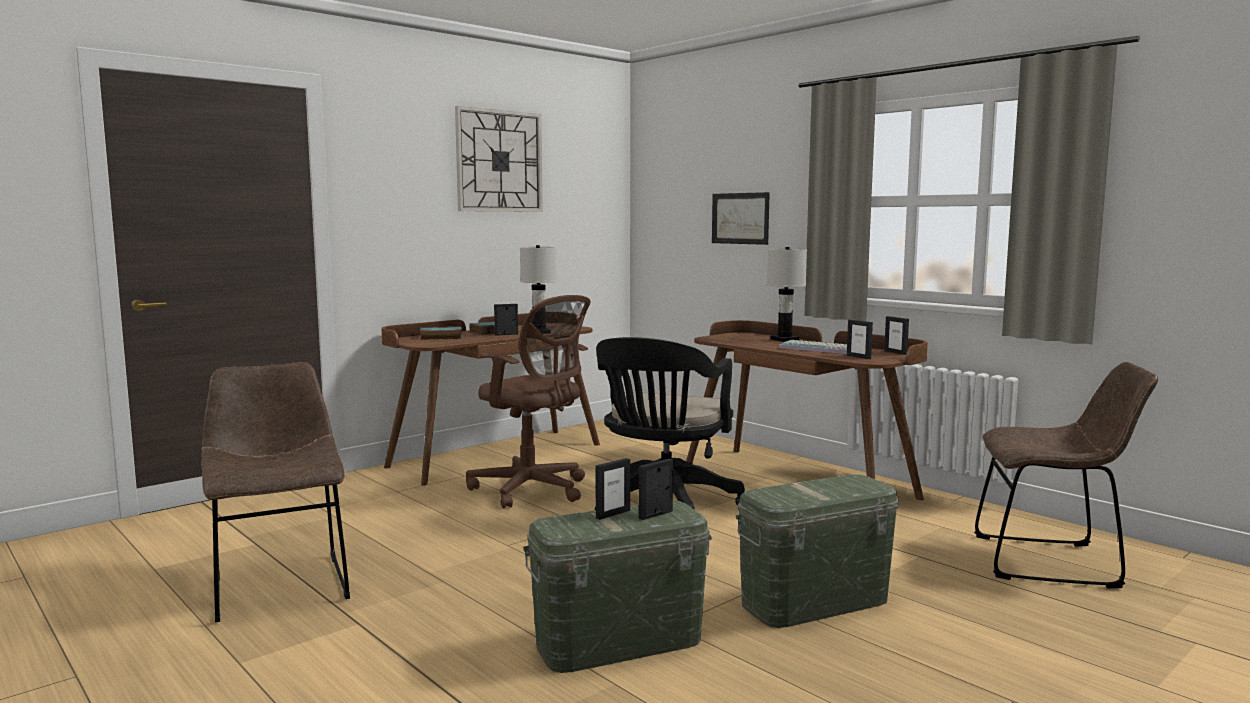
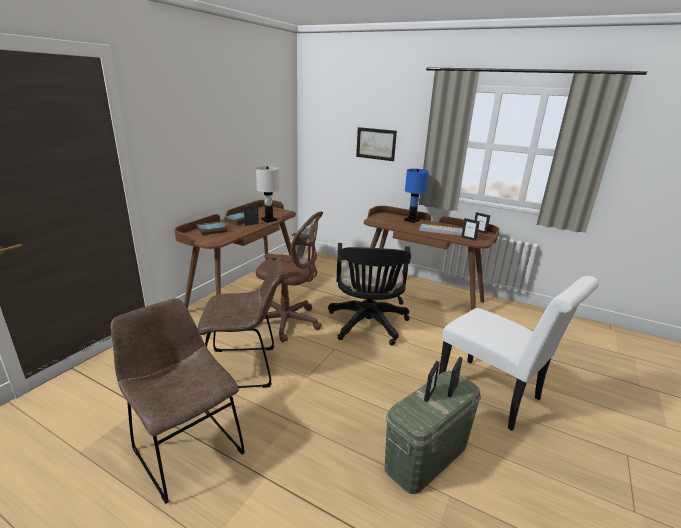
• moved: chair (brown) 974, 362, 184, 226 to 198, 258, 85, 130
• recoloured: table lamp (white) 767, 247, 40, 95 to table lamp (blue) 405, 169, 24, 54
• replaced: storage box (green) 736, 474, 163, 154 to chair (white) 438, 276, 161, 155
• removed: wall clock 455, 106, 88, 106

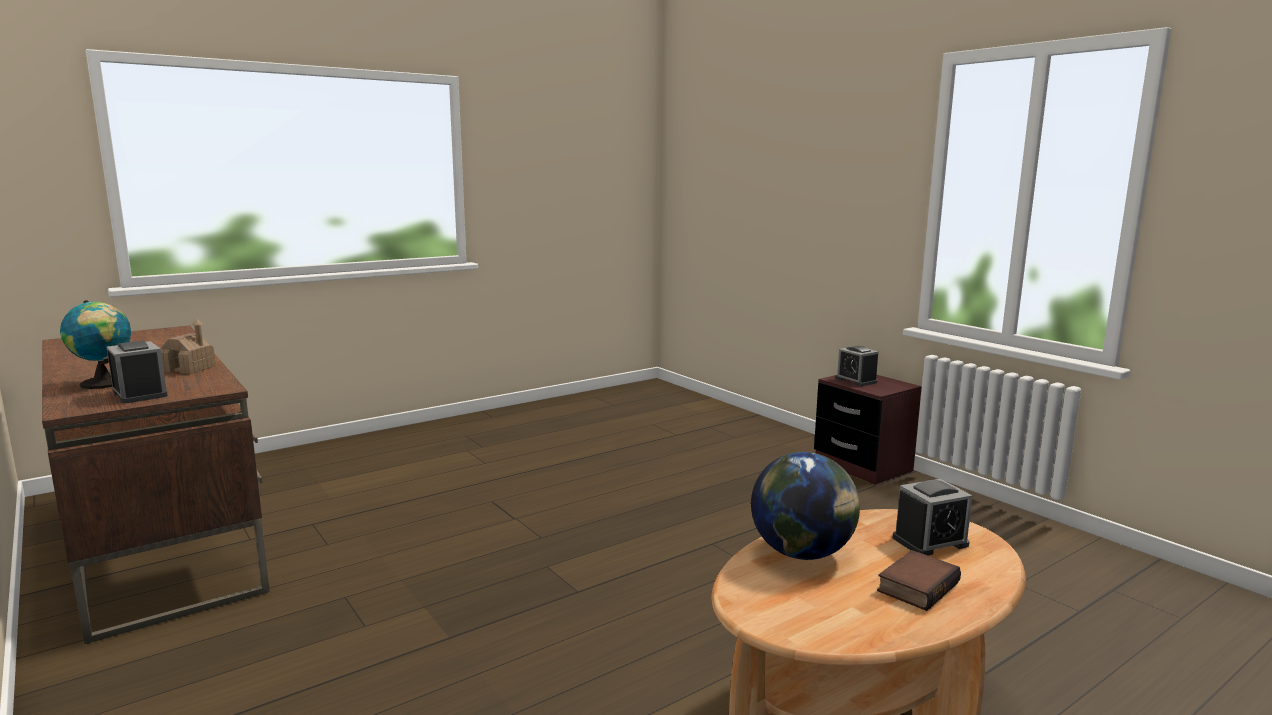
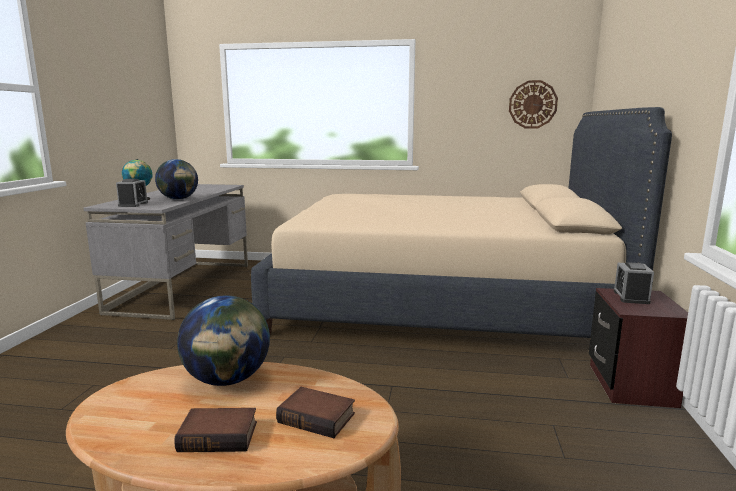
• recoloured: desk (brown) 42, 326, 228, 318 to desk (grey) 84, 184, 164, 136
• replaced: toy house 161, 318, 55, 56 to globe 155, 159, 43, 41
• added: bed (beige) 251, 107, 421, 231
• replaced: alarm clock 893, 479, 80, 77 to book 276, 387, 79, 51
• added: wall clock 509, 80, 49, 49

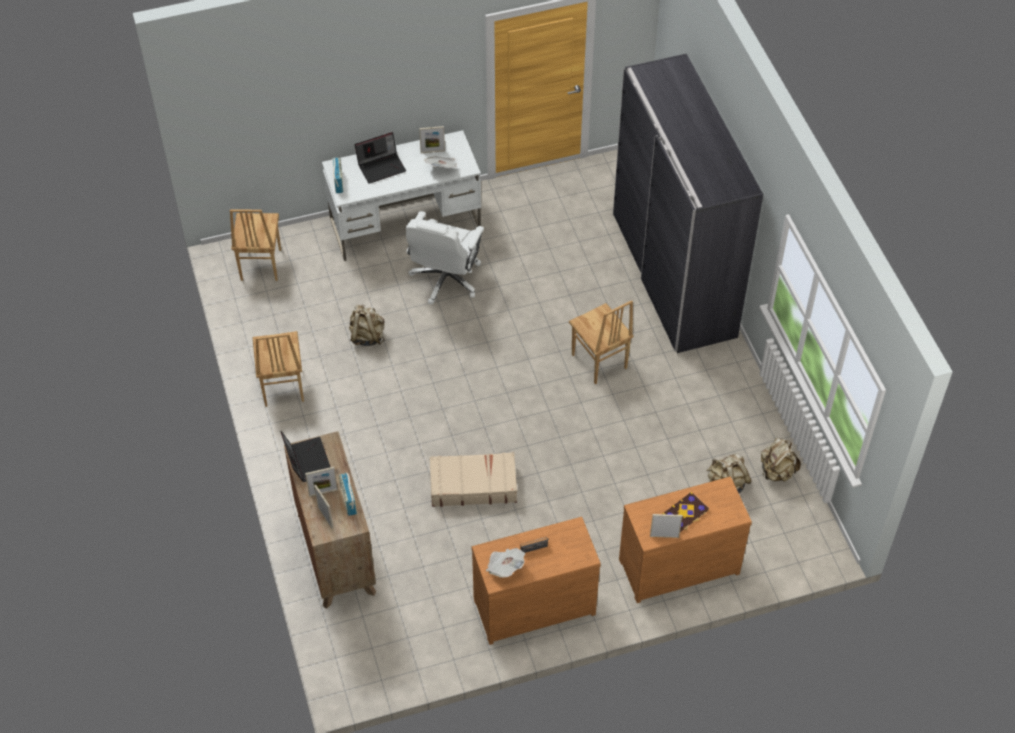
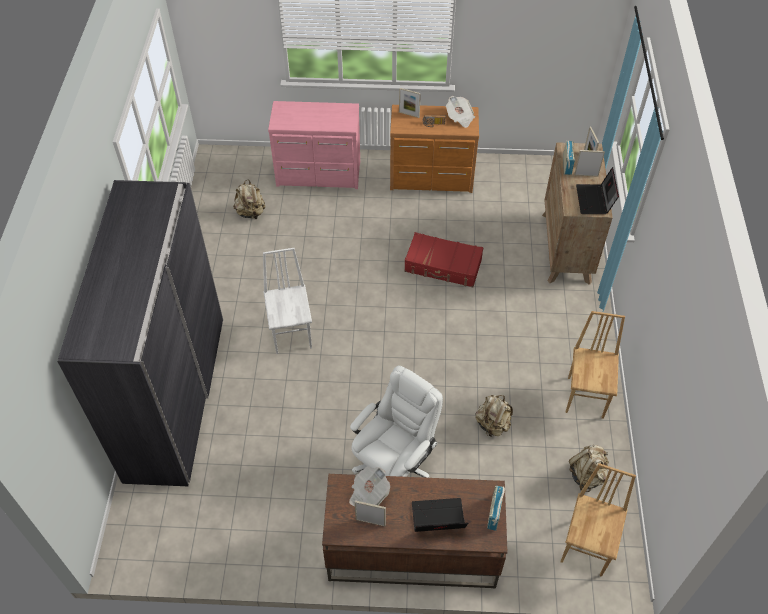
• recoloured: chair (brown) 569, 300, 64, 84 to chair (white) 263, 248, 49, 106
• recoloured: dresser (brown) 619, 476, 133, 127 to dresser (pink) 268, 101, 92, 88
• recoloured: desk (white) 322, 130, 159, 131 to desk (brown) 322, 474, 185, 115
• moved: picture frame 650, 514, 32, 24 to 399, 88, 22, 30
• recoloured: suitcase (beige) 430, 452, 87, 55 to suitcase (red) 404, 232, 79, 55
• moved: backpack (beige) 761, 438, 40, 43 to 569, 445, 40, 47
• removed: book 662, 492, 47, 40

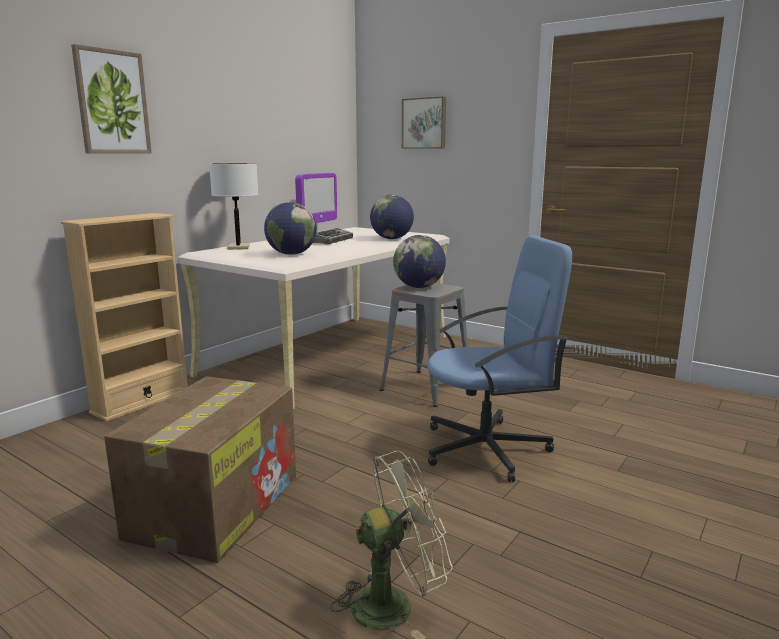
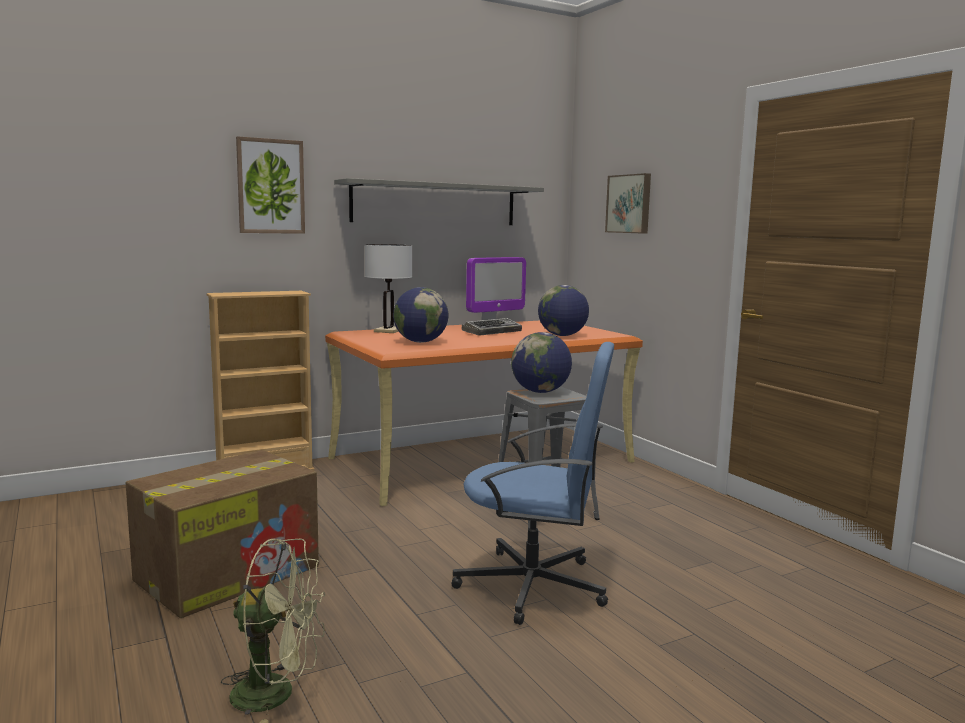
• recoloured: desk (beige) 178, 227, 272, 182 to desk (orange) 325, 321, 318, 185
• added: shelf (grey) 334, 178, 210, 47

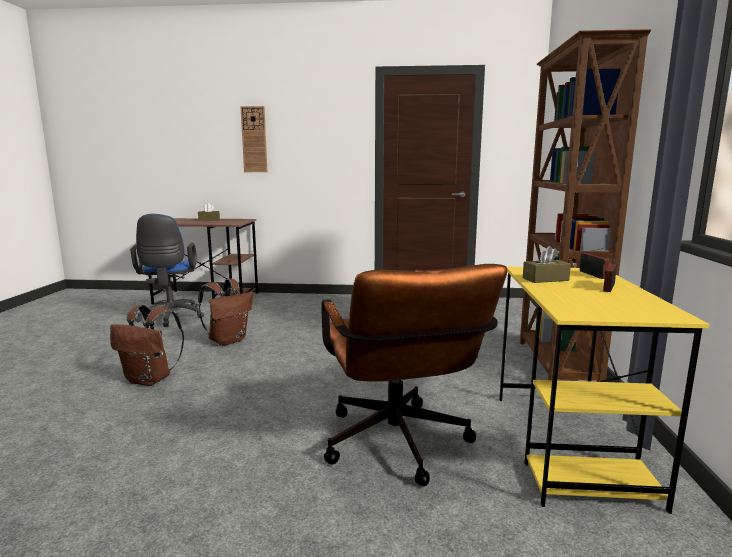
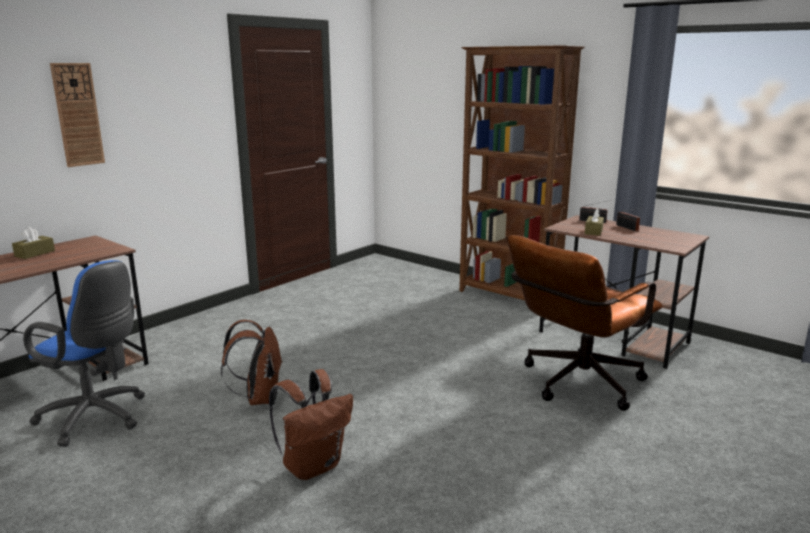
• turned: office chair (brown) 321, 264, 186, 222 = 507, 235, 155, 176 120 degrees clockwise
• recoloured: desk (yellow) 499, 267, 211, 247 to desk (brown) 539, 215, 170, 154

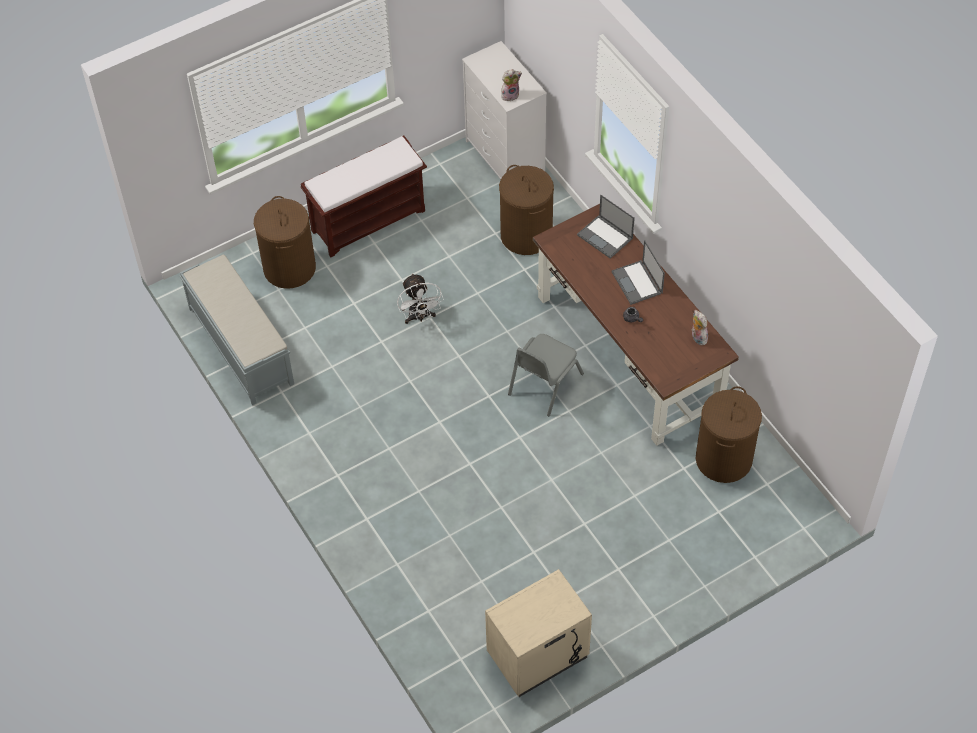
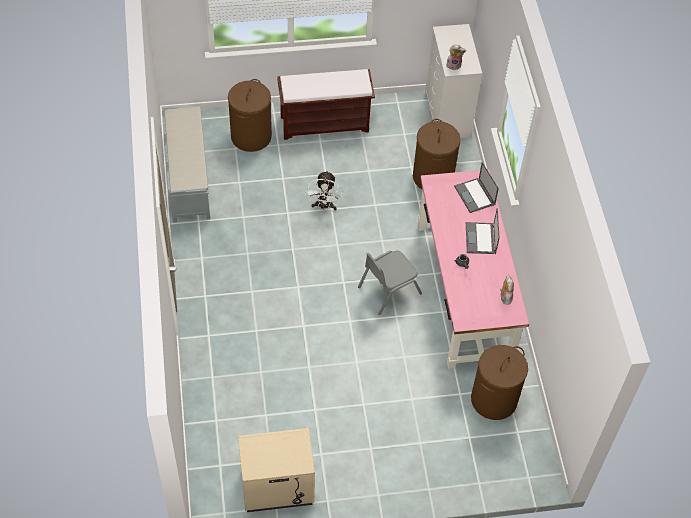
• recoloured: desk (brown) 533, 204, 206, 242 to desk (pink) 418, 169, 111, 200

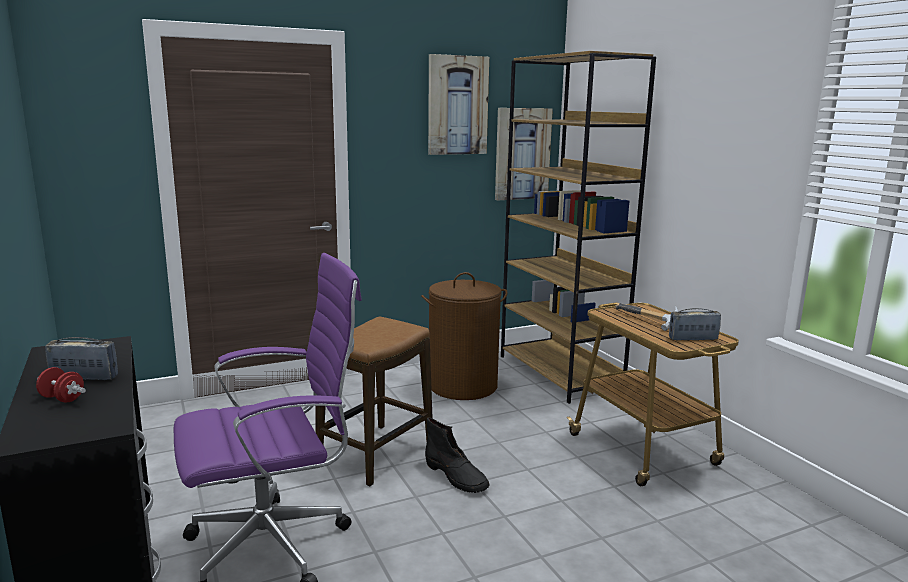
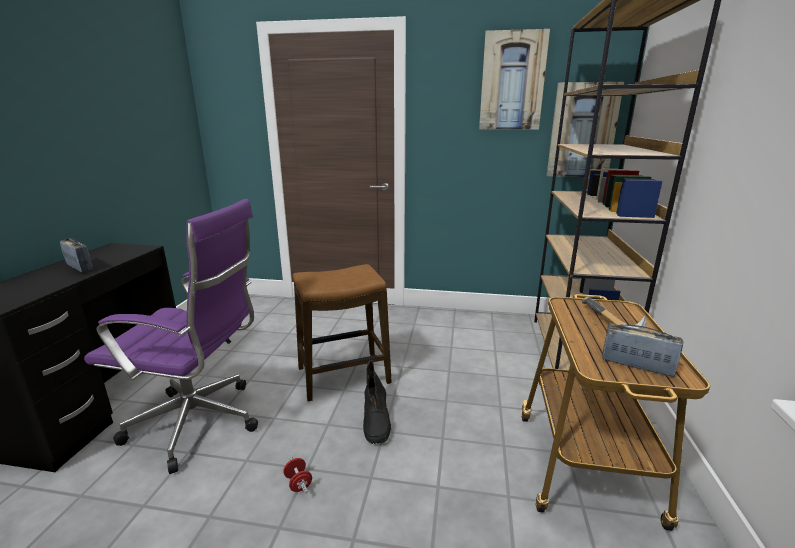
• moved: dumbbell (red) 36, 367, 50, 36 to 283, 457, 29, 37
• removed: laundry basket (brown) 421, 272, 86, 128

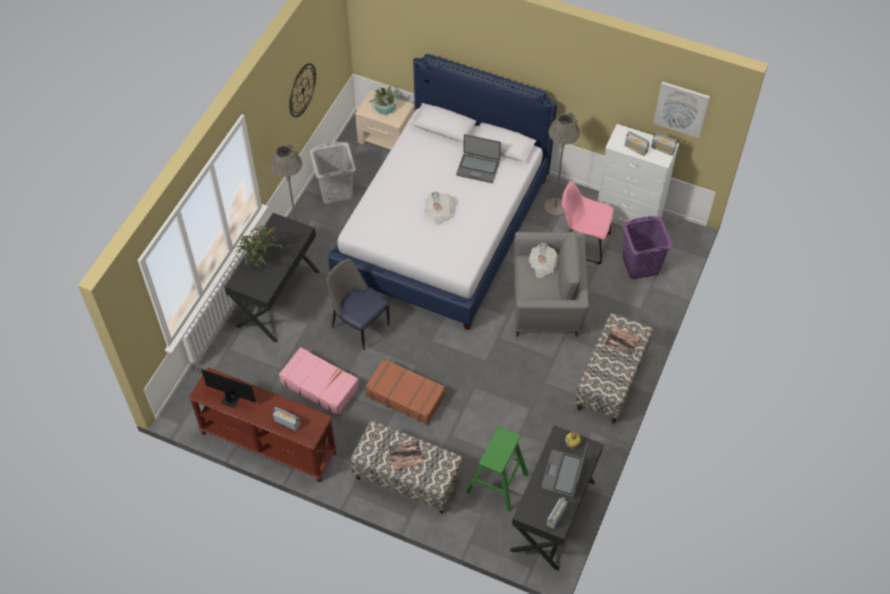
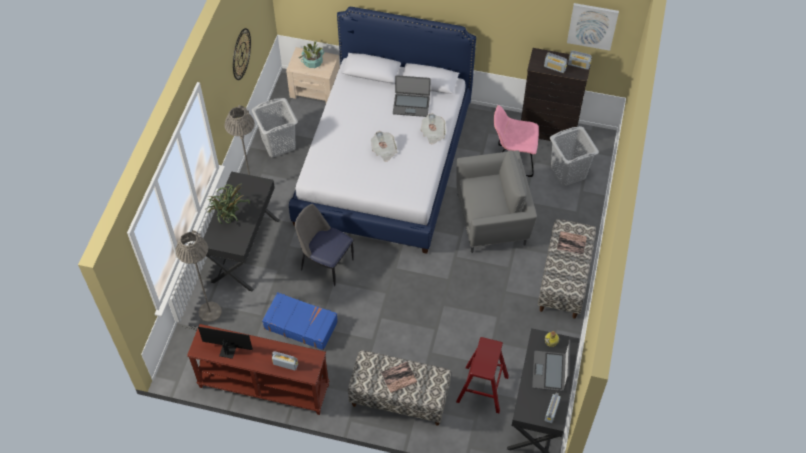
• moved: floor lamp (grey) 544, 112, 36, 104 to 175, 230, 47, 92
• recoloured: suitcase (pink) 278, 347, 81, 69 to suitcase (blue) 262, 292, 76, 59
• moved: newspaper 529, 243, 28, 35 to 420, 113, 26, 31
• recoloured: stool (green) 466, 426, 62, 86 to stool (red) 456, 337, 53, 76
• recoloured: dresser (white) 598, 124, 81, 102 to dresser (black) 521, 48, 71, 93
• recoloured: laundry basket (purple) 622, 216, 51, 63 to laundry basket (grey) 550, 126, 49, 60
• removed: suitcase (brown) 365, 358, 81, 67

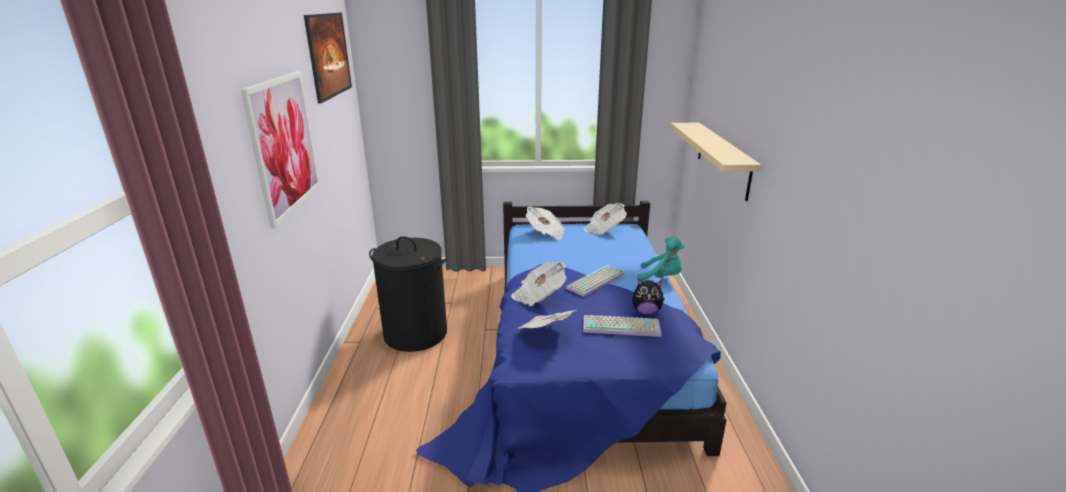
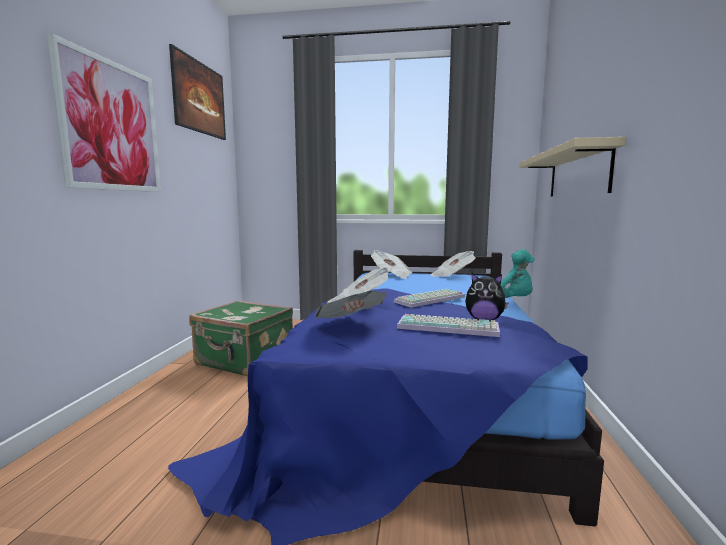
• replaced: laundry basket (black) 369, 236, 79, 116 to suitcase (green) 189, 300, 104, 77

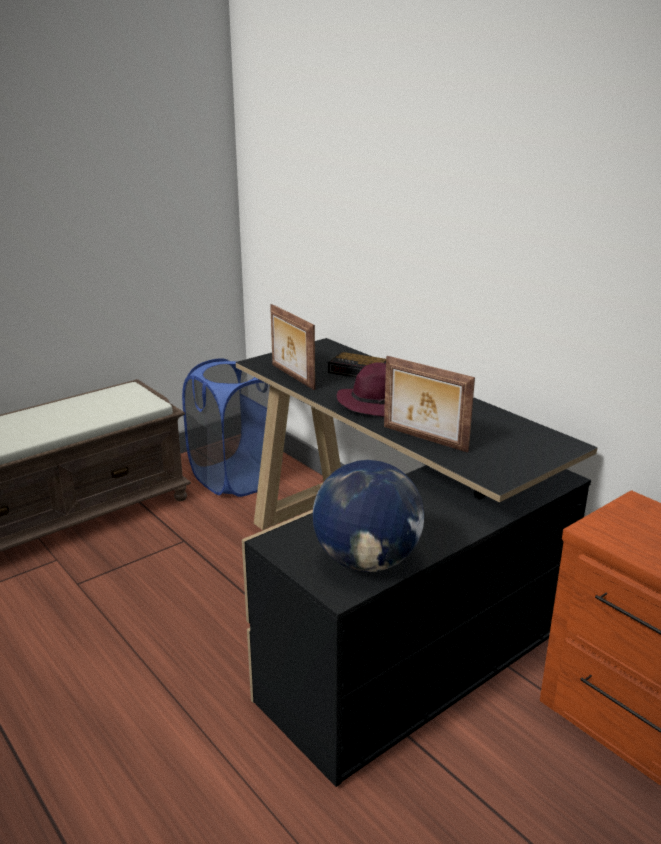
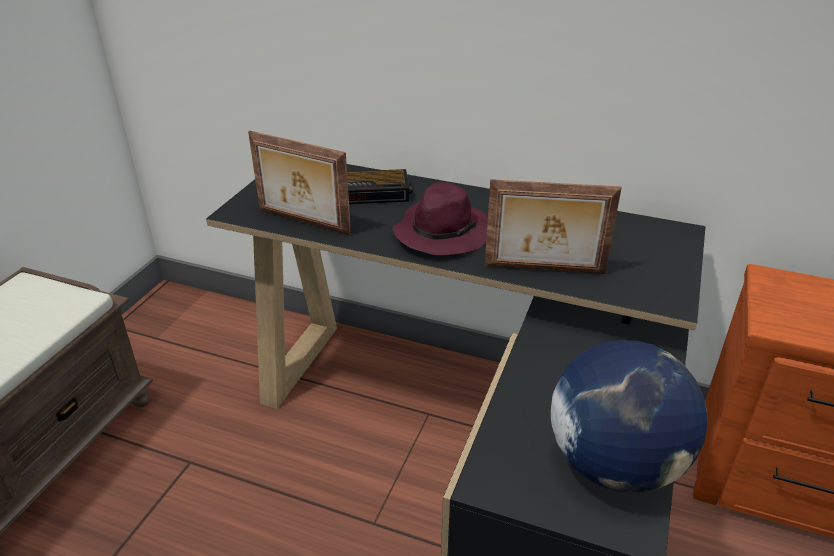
• removed: laundry basket (blue) 182, 358, 101, 139

